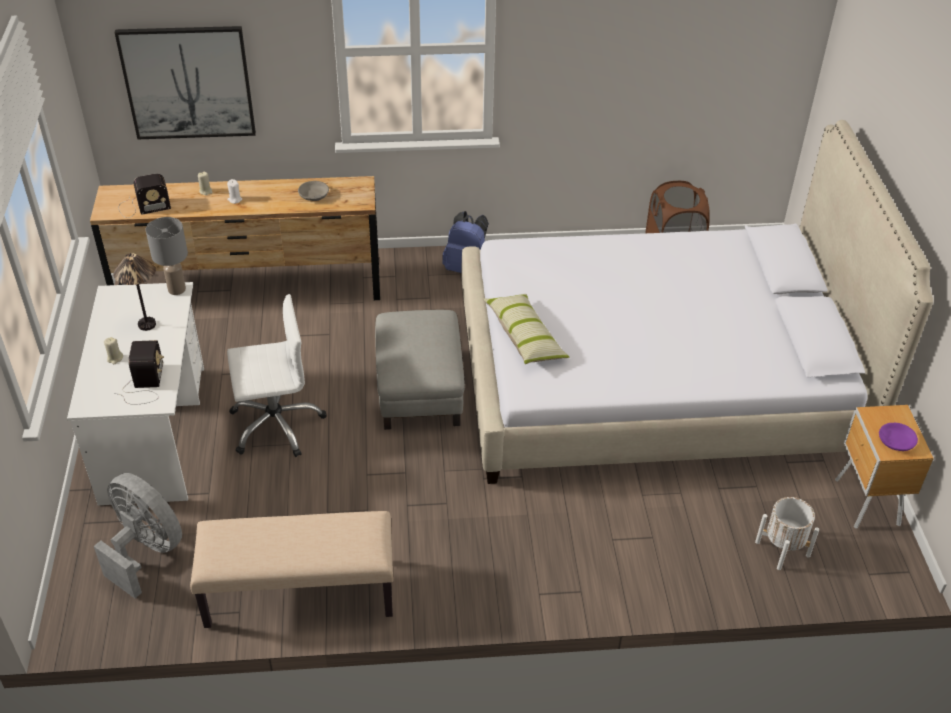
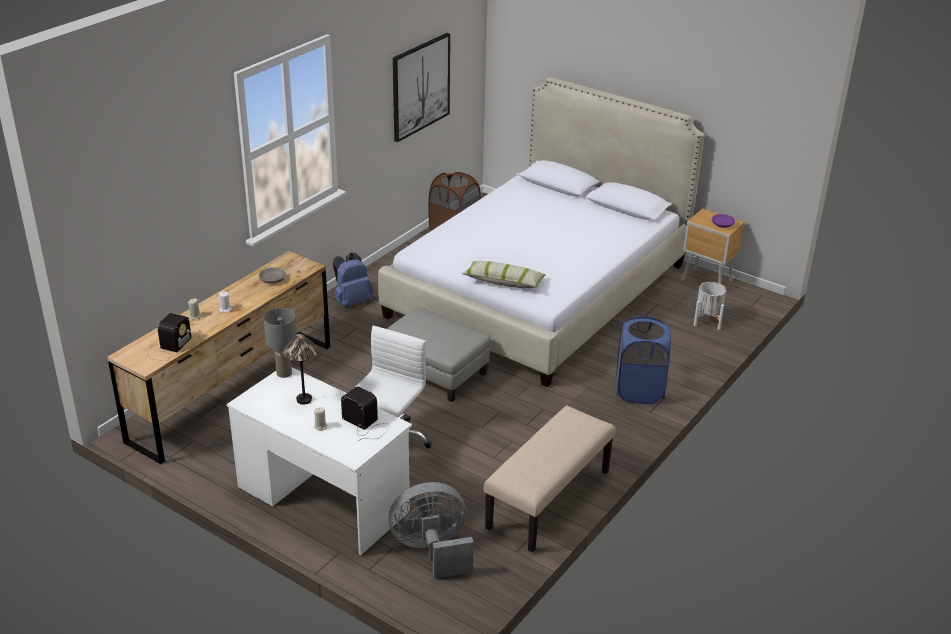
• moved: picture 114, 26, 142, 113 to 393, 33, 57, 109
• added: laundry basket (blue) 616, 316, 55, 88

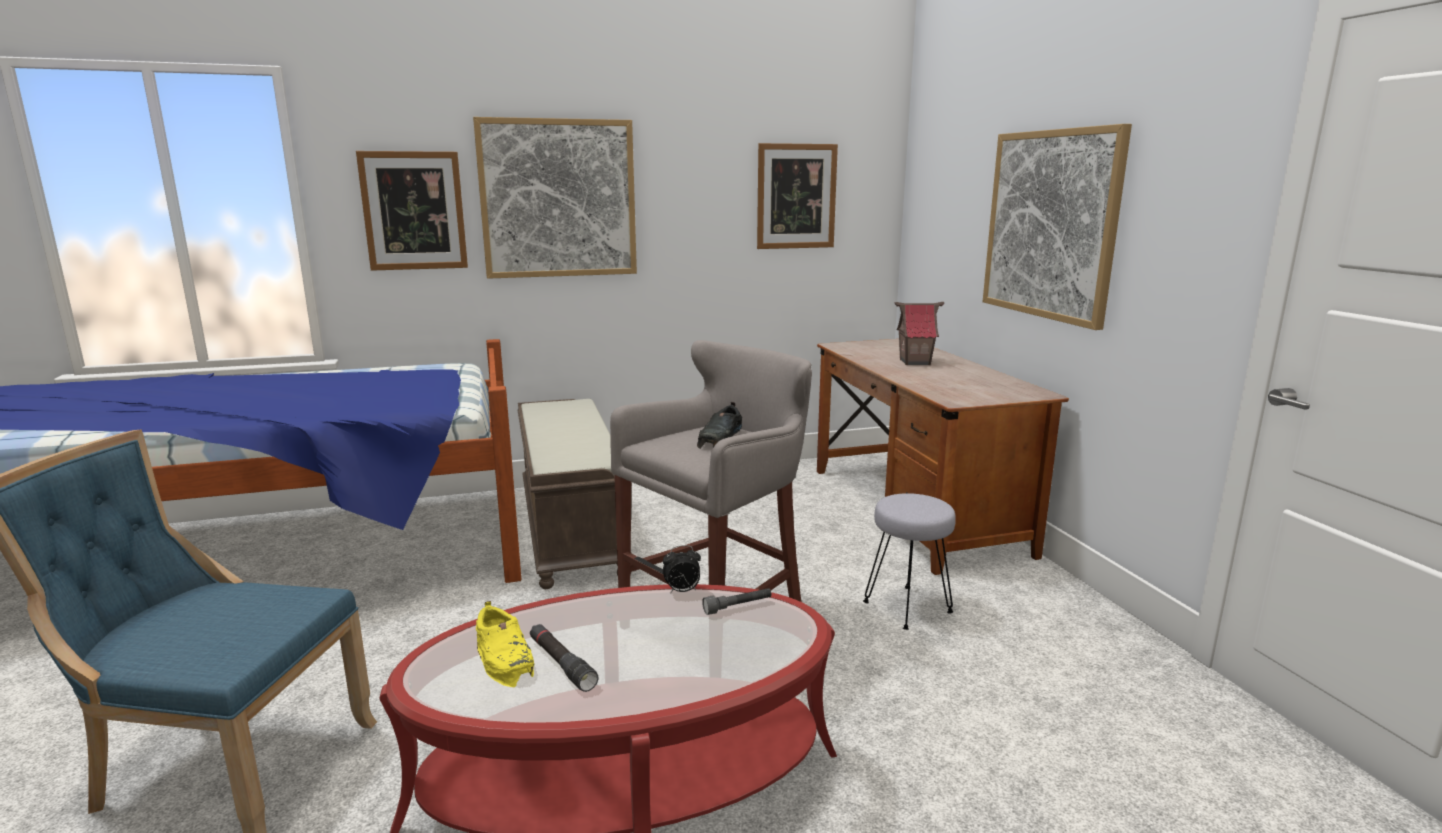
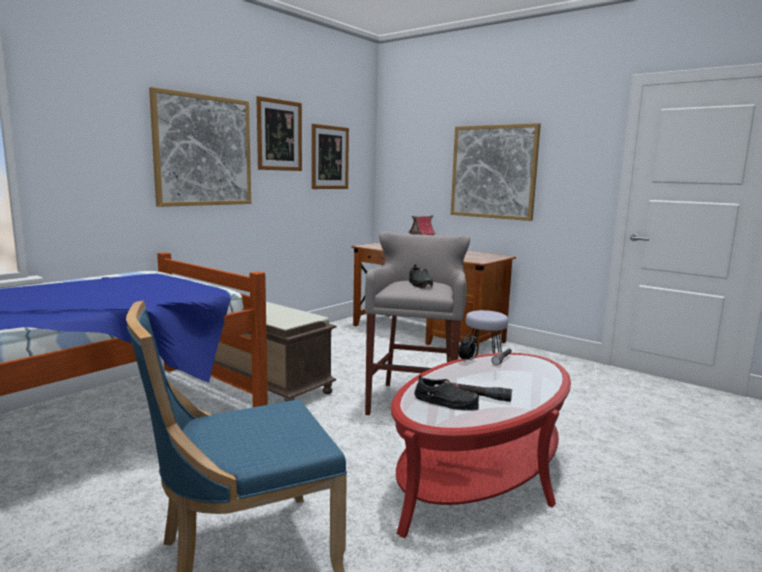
• moved: picture 356, 151, 112, 120 to 256, 96, 46, 75
• recoloured: shoe (yellow) 476, 601, 58, 86 to shoe (black) 414, 374, 65, 37

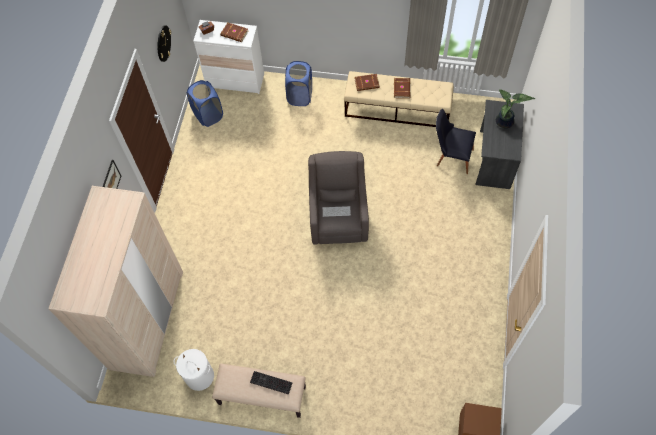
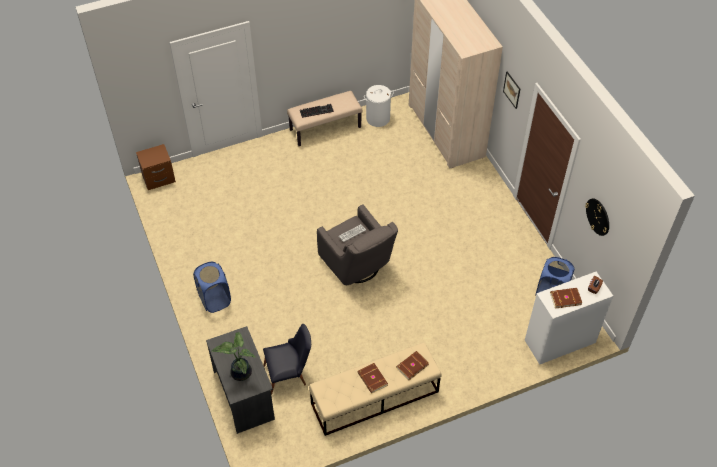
• moved: laundry basket (blue) 285, 61, 27, 45 to 193, 262, 38, 51

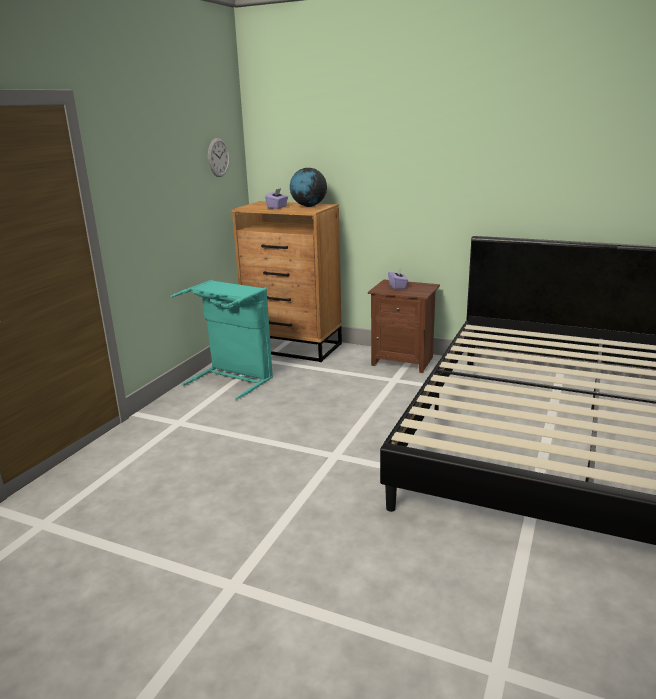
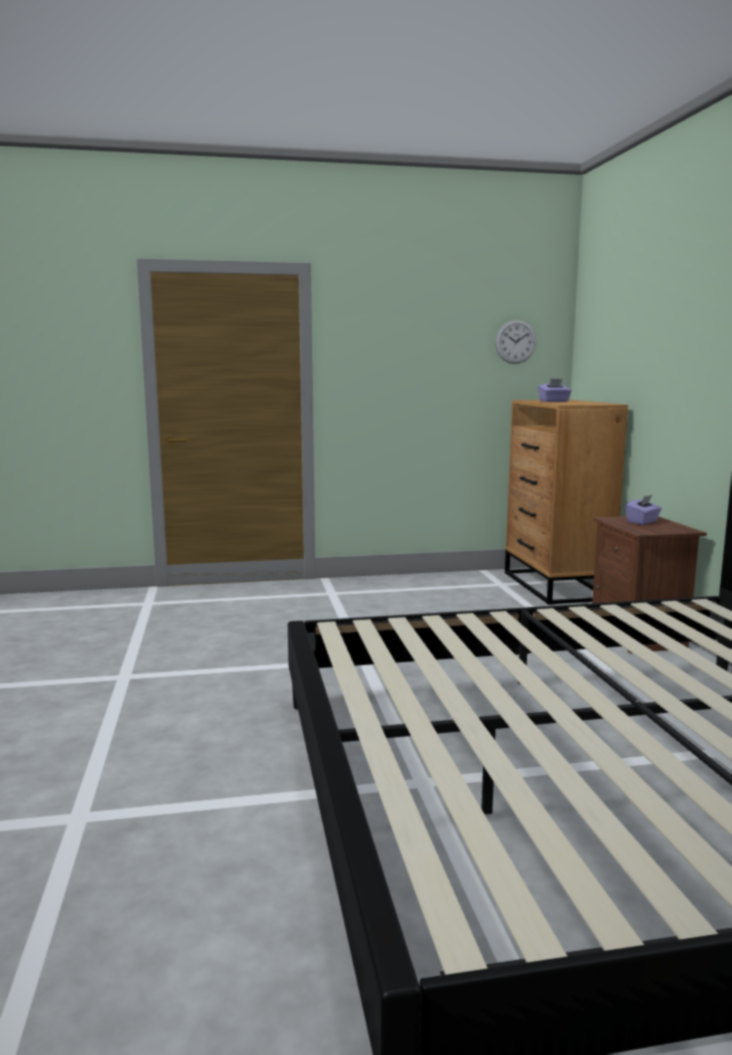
• removed: laundry basket (turquoise) 171, 280, 102, 120
• removed: globe 290, 168, 37, 39

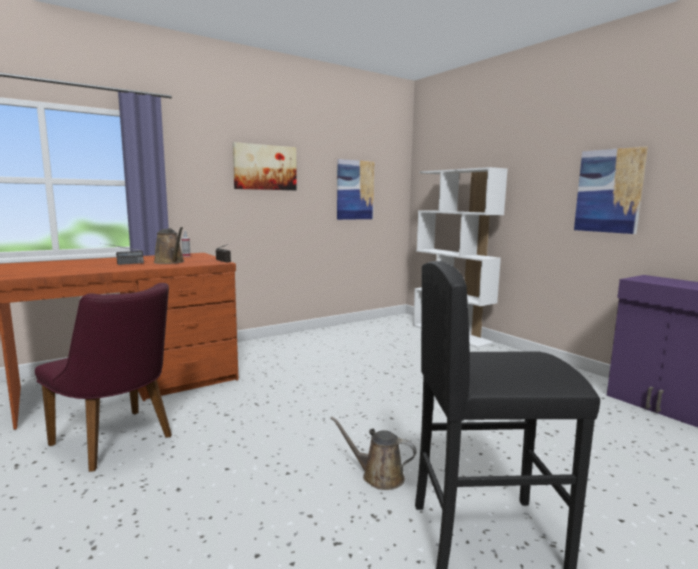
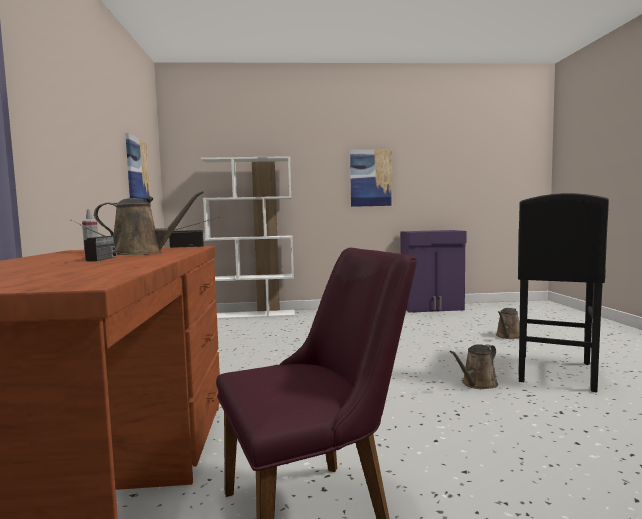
• added: watering can (brown) 496, 308, 24, 31
• removed: picture 233, 142, 64, 48

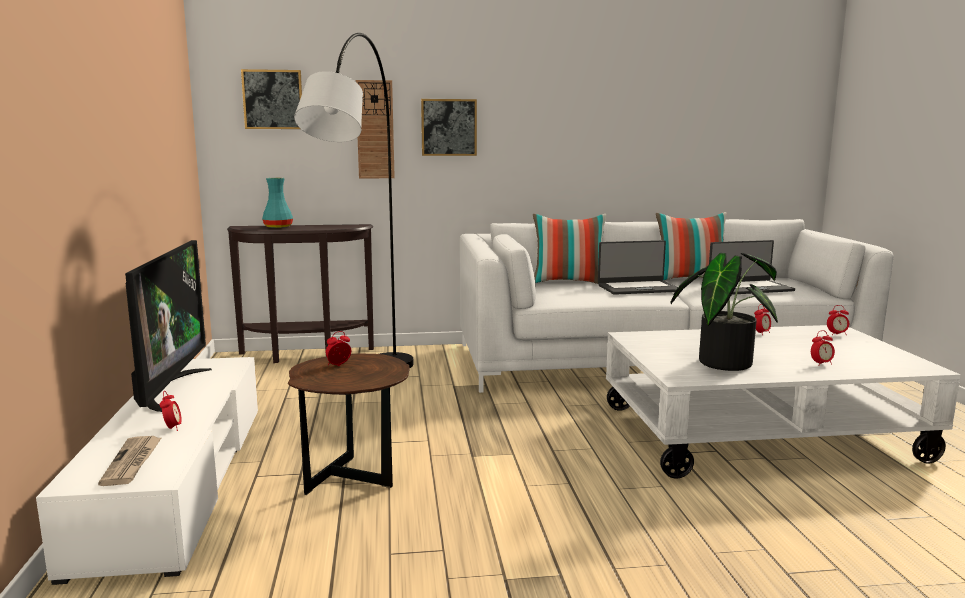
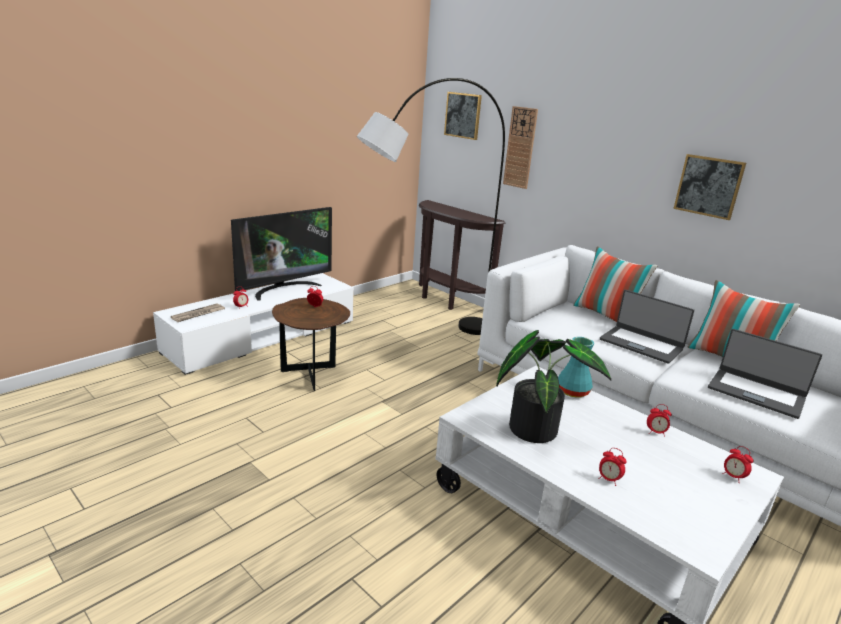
• moved: vase (turquoise) 262, 178, 31, 50 to 558, 337, 36, 61
• moved: picture 421, 99, 56, 57 to 673, 154, 73, 66

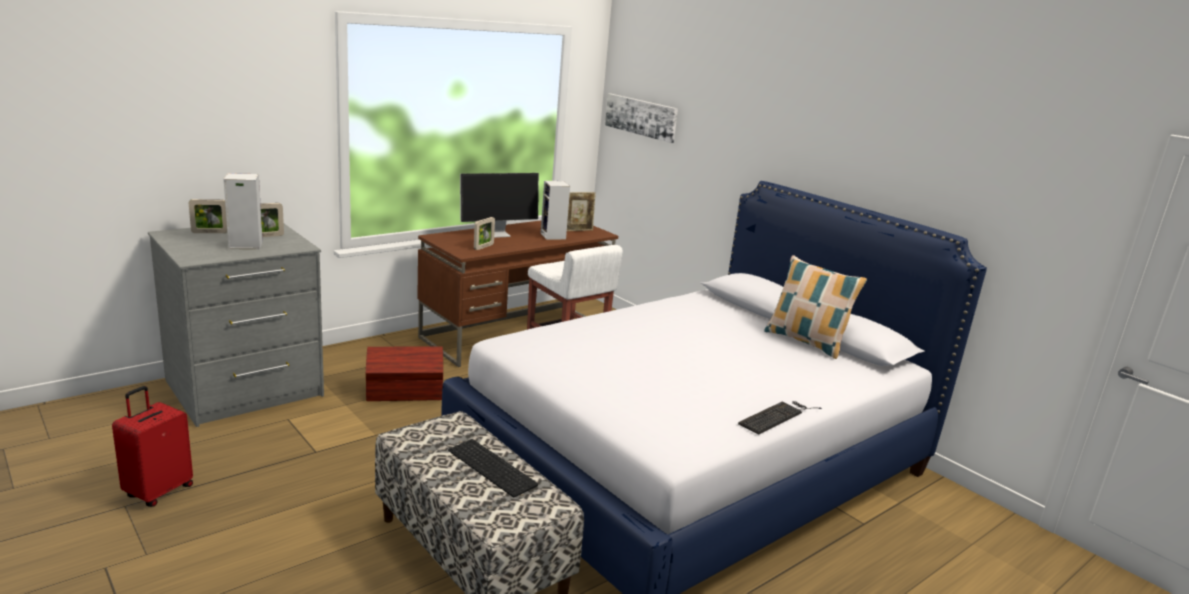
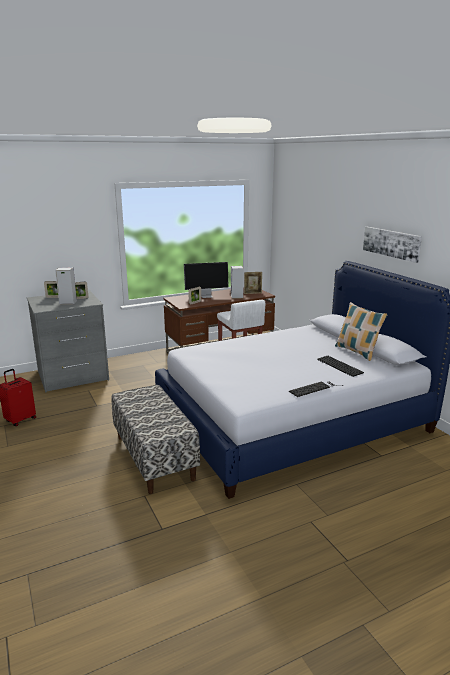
• moved: keyboard 448, 439, 90, 58 to 317, 356, 47, 21
• moved: picture 605, 94, 73, 49 to 363, 227, 59, 36
• removed: storage box (brown) 366, 347, 77, 54

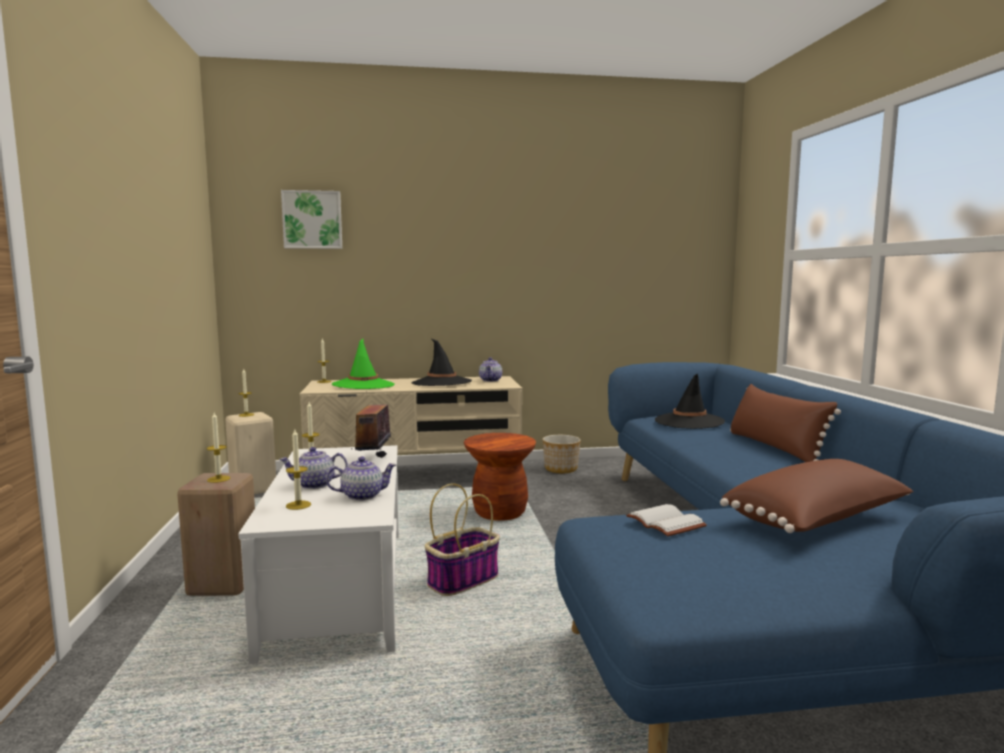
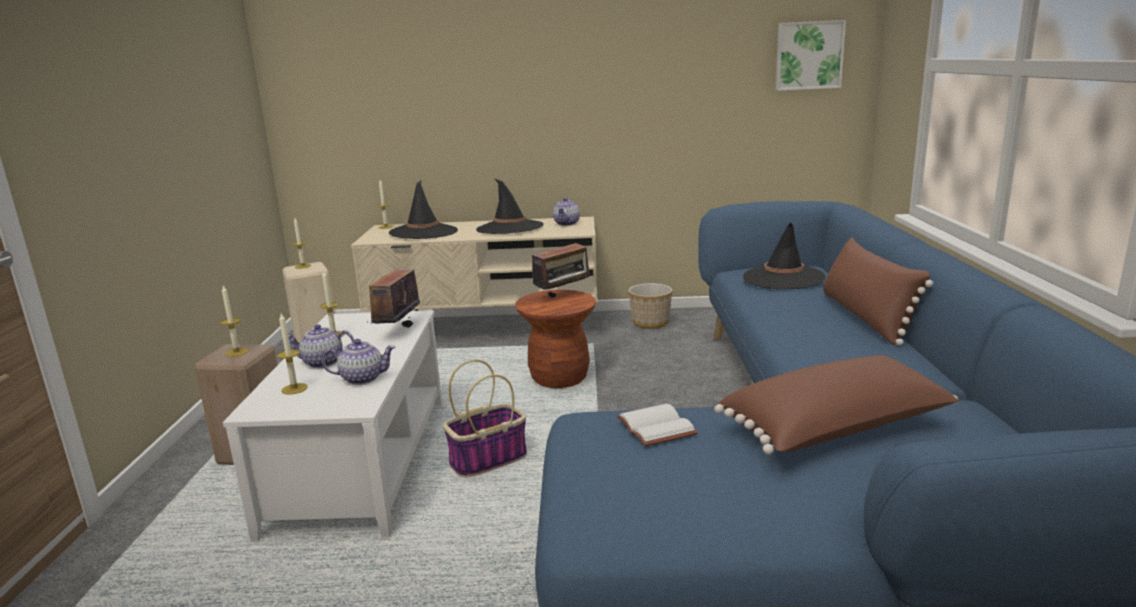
• recoloured: hat (green) 332, 339, 63, 50 to hat (black) 389, 180, 69, 59
• added: radio 532, 243, 61, 55
• moved: picture 281, 190, 61, 59 to 775, 20, 71, 71

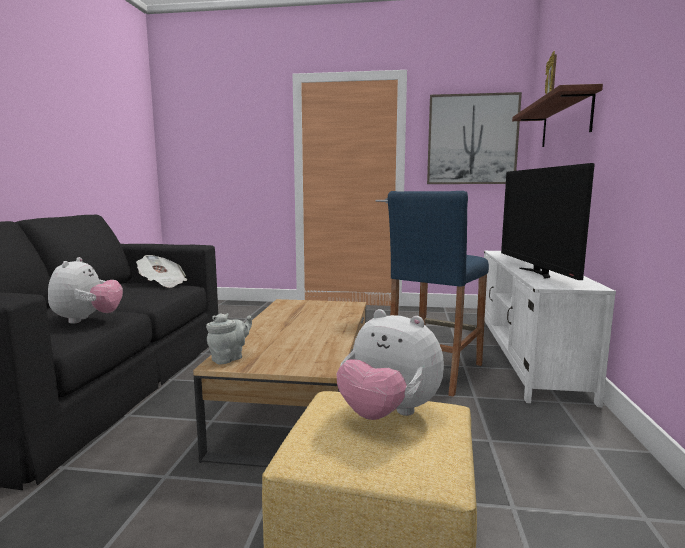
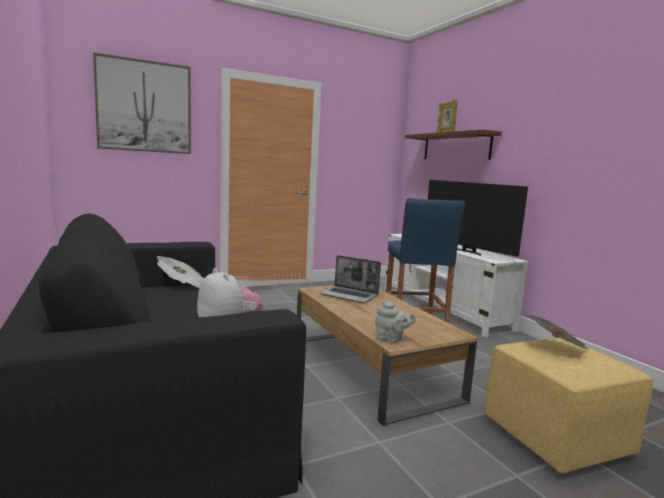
• moved: picture 427, 92, 95, 92 to 93, 52, 98, 102
• added: laptop 319, 255, 62, 48
• turned: teapot (grey) 206, 313, 46, 52 = 375, 301, 41, 42 105 degrees clockwise
• replaced: plush toy 337, 309, 107, 111 to newspaper 525, 315, 65, 35

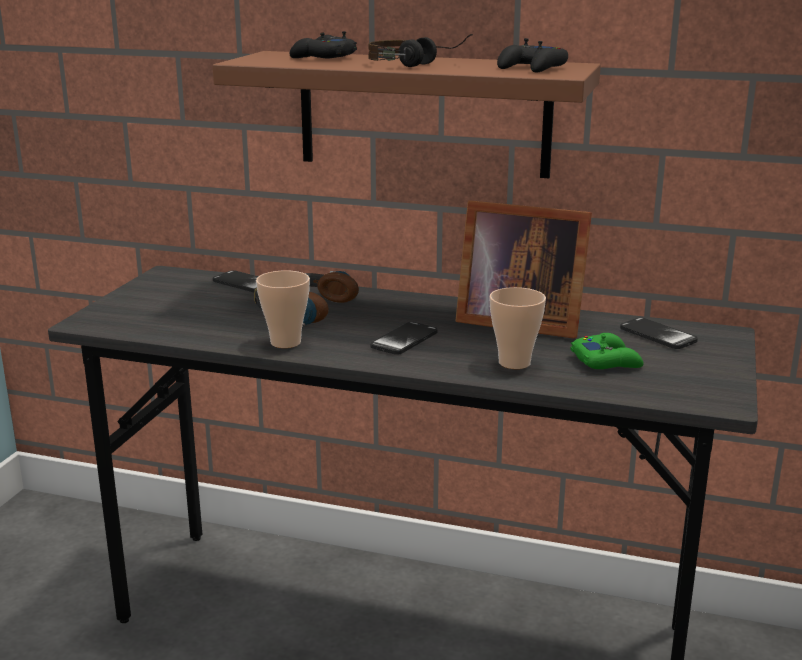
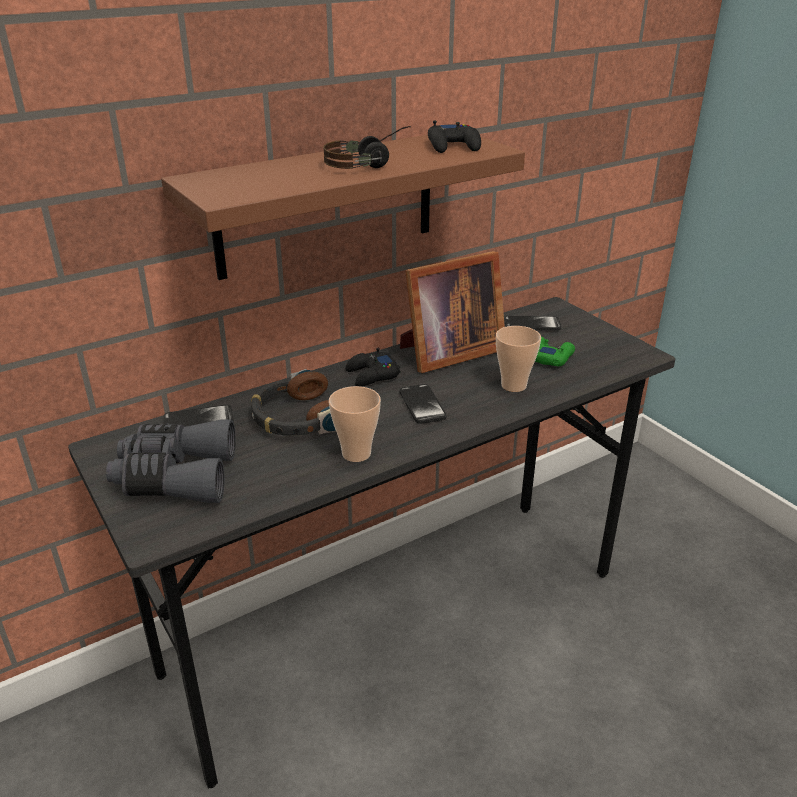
• added: binoculars (grey) 106, 420, 130, 83
• moved: game controller (black) 289, 31, 68, 27 to 345, 348, 55, 39

